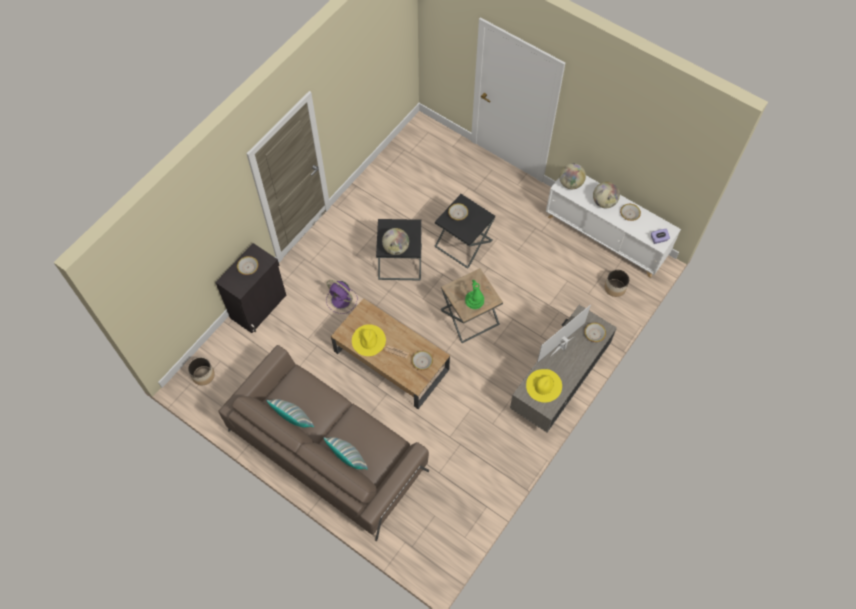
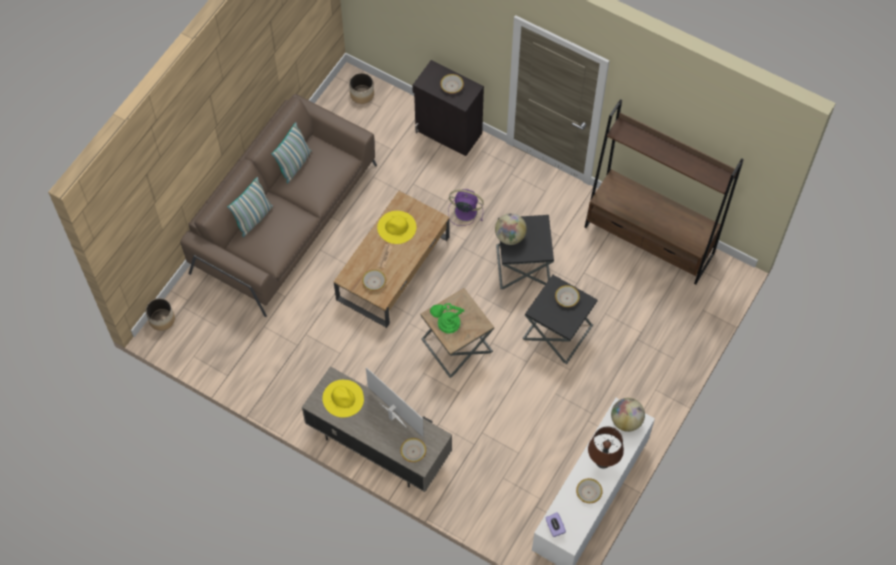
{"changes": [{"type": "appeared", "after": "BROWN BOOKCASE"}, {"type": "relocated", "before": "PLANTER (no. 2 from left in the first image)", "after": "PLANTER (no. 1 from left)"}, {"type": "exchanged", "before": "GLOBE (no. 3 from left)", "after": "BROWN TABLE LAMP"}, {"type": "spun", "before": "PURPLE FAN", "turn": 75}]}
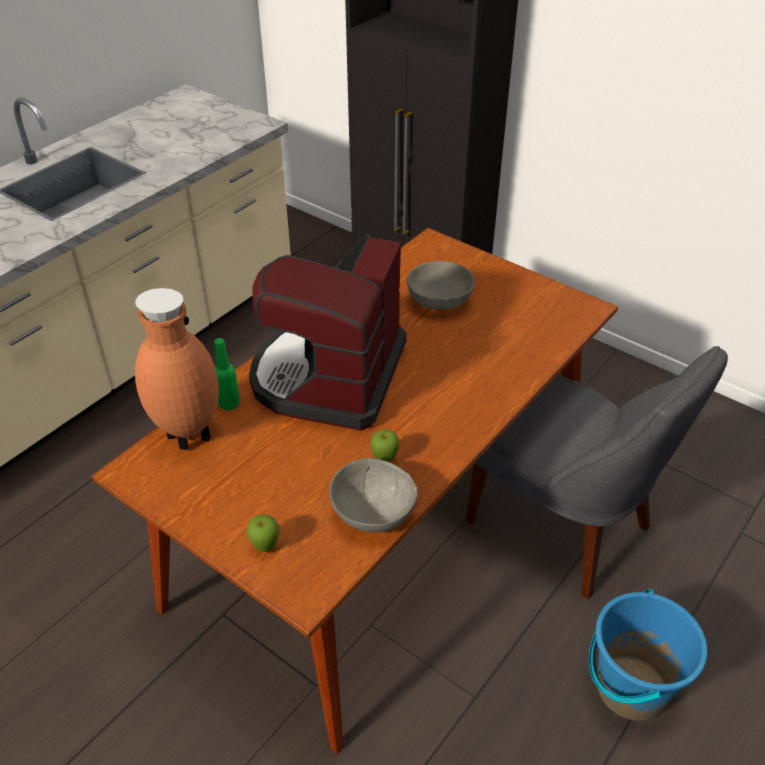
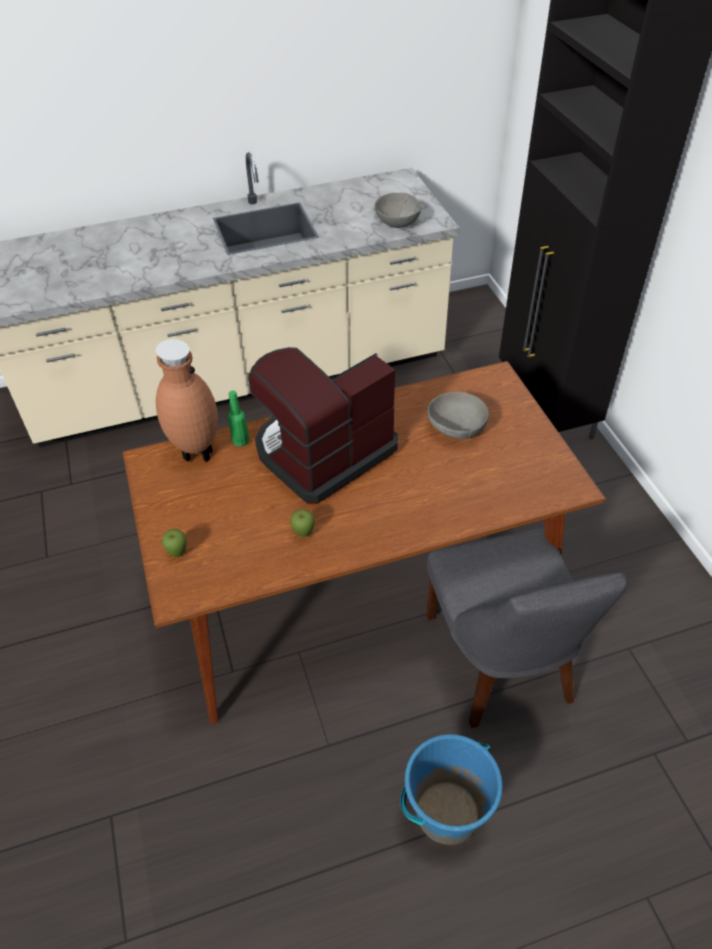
{"changes": [{"type": "relocated", "before": "GREY BOWL (no. 1 from left)"}]}
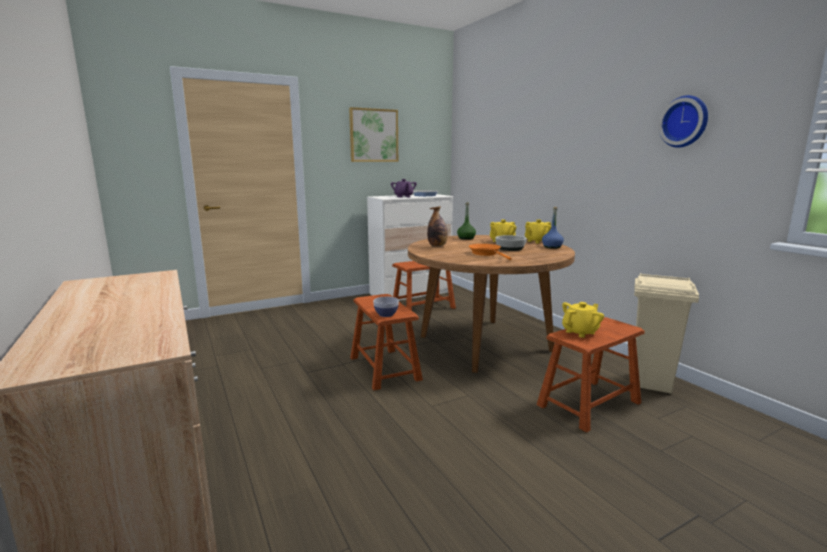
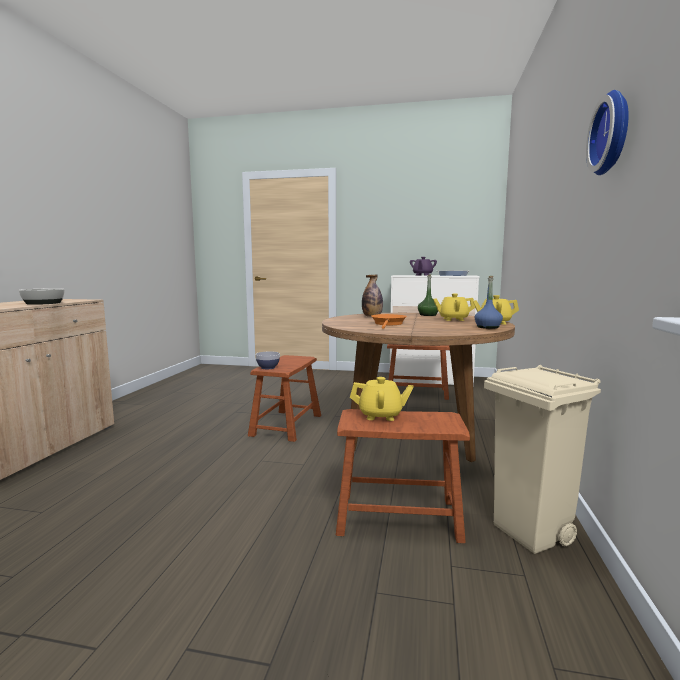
{"changes": [{"type": "missing", "before": "PICTURE"}, {"type": "relocated", "before": "BOWL (no. 2 from left in the first image)", "after": "BOWL (no. 1 from left)"}]}
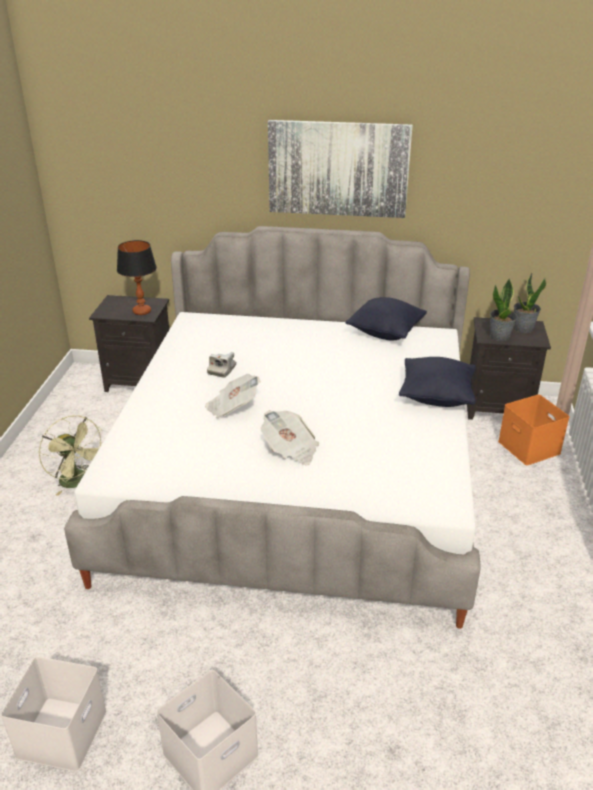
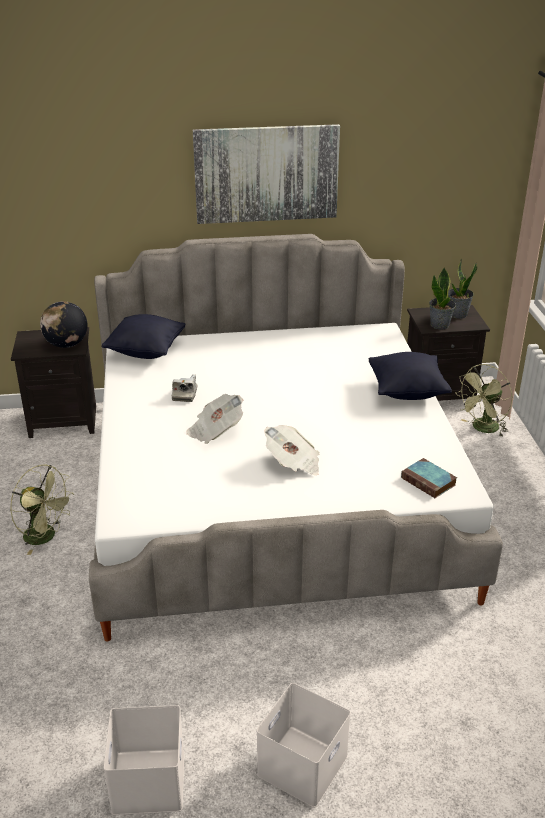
{"changes": [{"type": "appeared", "after": "BOOK"}, {"type": "relocated", "before": "BLACK PILLOW (no. 1 from left)"}, {"type": "exchanged", "before": "TABLE LAMP", "after": "GLOBE"}, {"type": "exchanged", "before": "ORANGE STORAGE BOX", "after": "GREEN FAN (no. 2 from left)"}]}
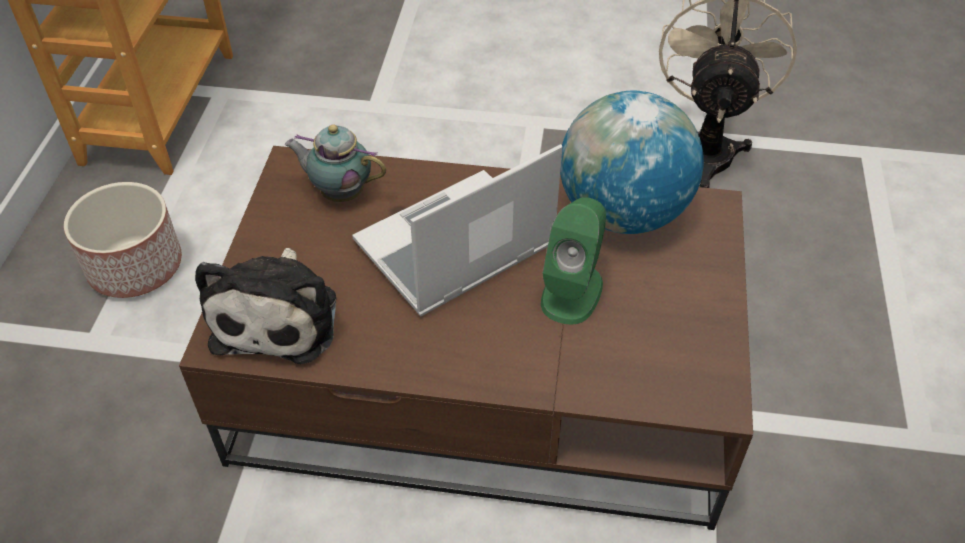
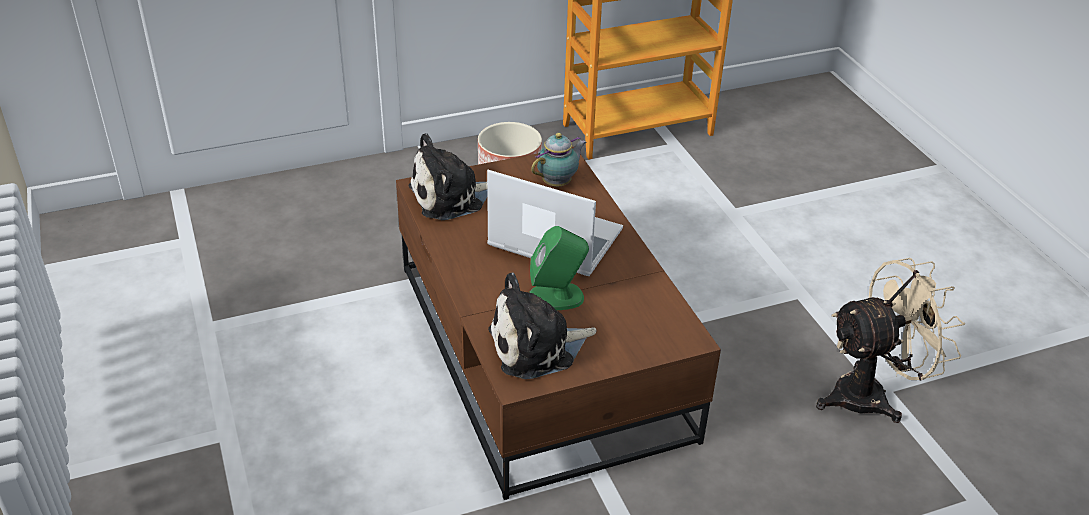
{"changes": [{"type": "missing", "before": "GLOBE"}, {"type": "appeared", "after": "PLUSH TOY (no. 2 from left)"}, {"type": "spun", "before": "TEAPOT", "turn": 60}]}
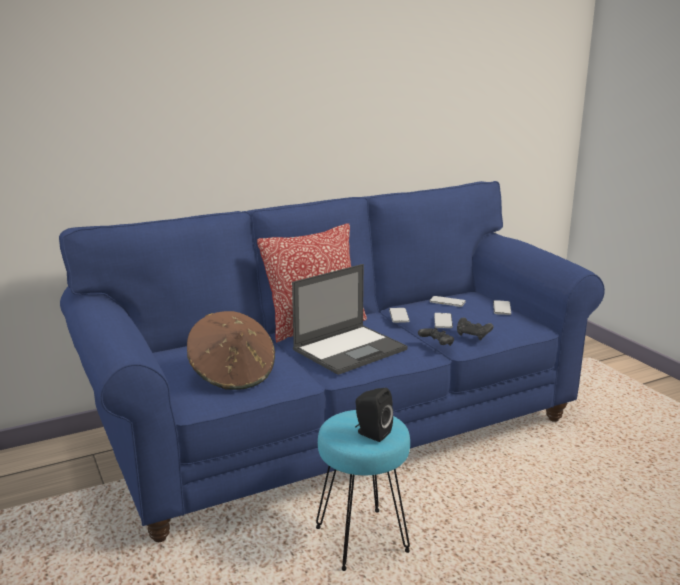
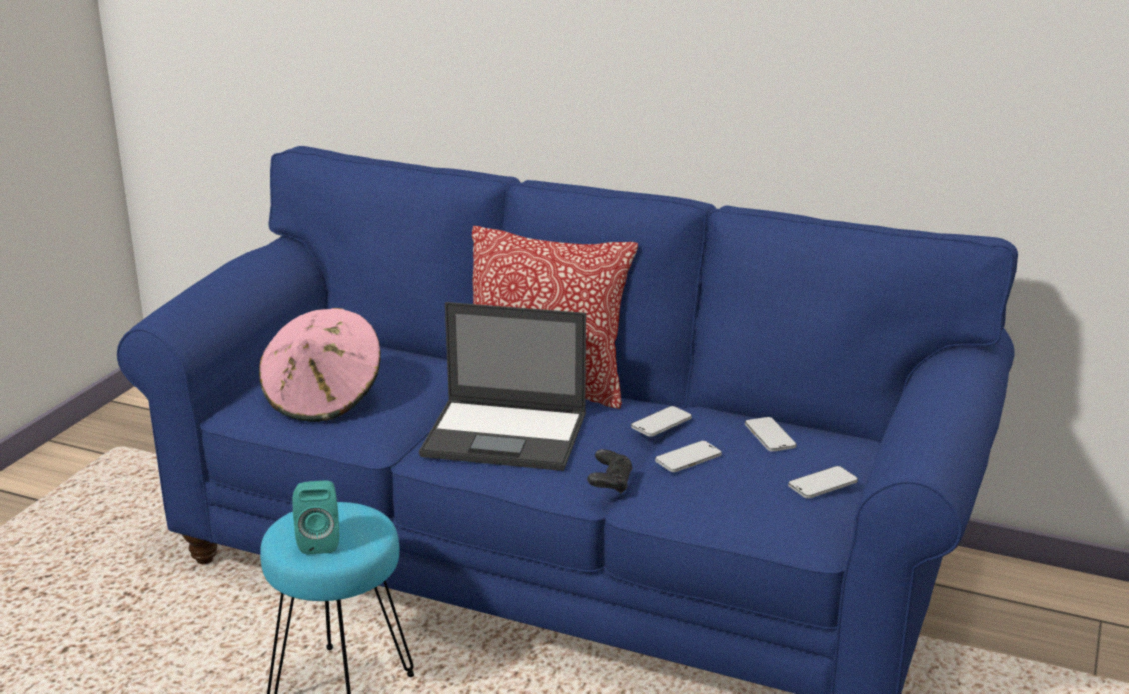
{"changes": [{"type": "missing", "before": "BLACK GAME CONTROLLER (no. 2 from left)"}, {"type": "colour", "before": "BROWN HAT", "after": "PINK HAT"}, {"type": "colour", "before": "BLACK SPEAKER", "after": "TURQUOISE SPEAKER"}]}
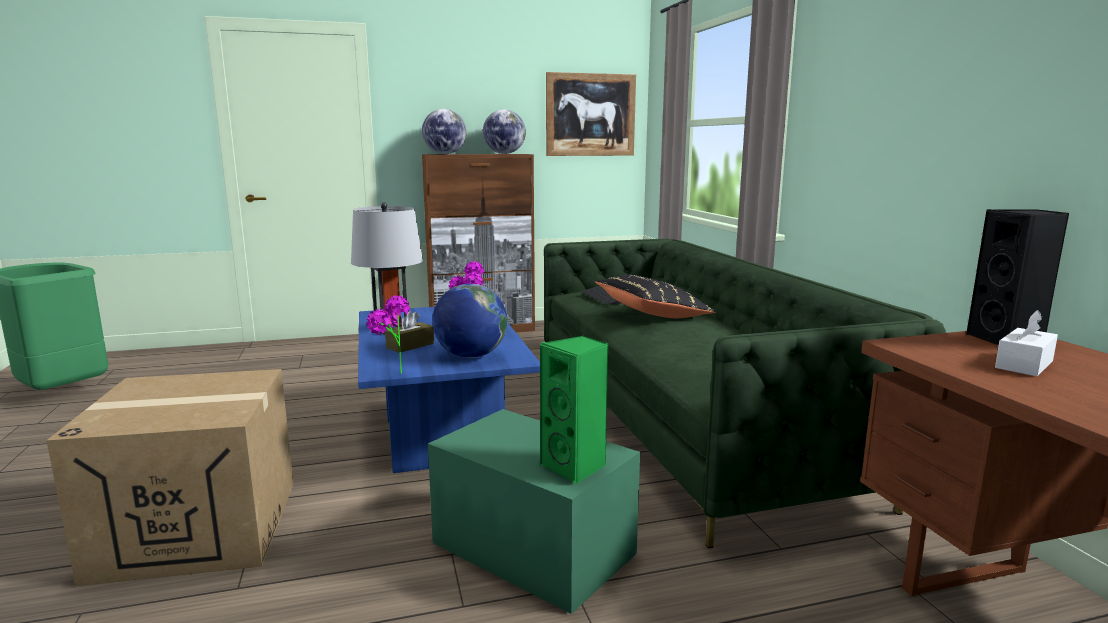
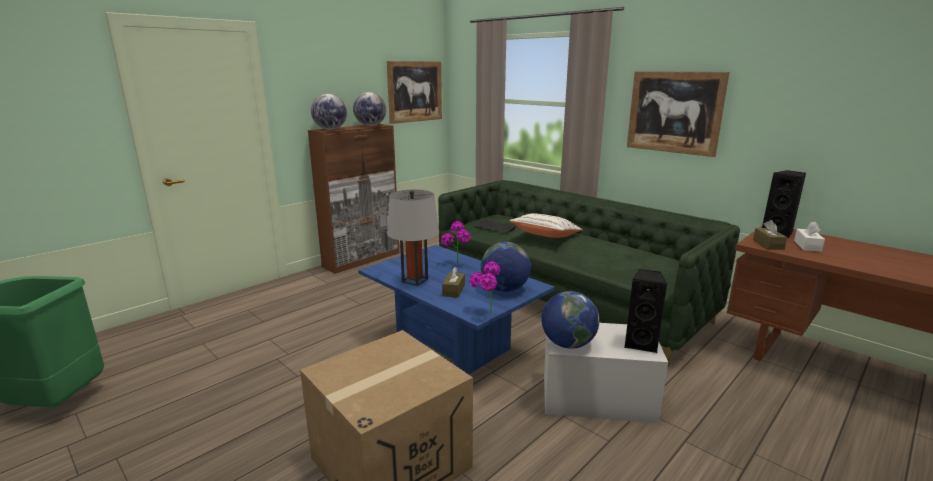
{"changes": [{"type": "appeared", "after": "GLOBE (no. 4 from left)"}, {"type": "appeared", "after": "PICTURE (no. 2 from left)"}, {"type": "appeared", "after": "BROWN TISSUE BOX (no. 2 from left)"}, {"type": "colour", "before": "GREEN STORAGE BOX", "after": "WHITE STORAGE BOX"}, {"type": "colour", "before": "GREEN SPEAKER", "after": "BLACK SPEAKER (no. 1 from left)"}, {"type": "colour", "before": "BLACK PILLOW", "after": "WHITE PILLOW"}]}
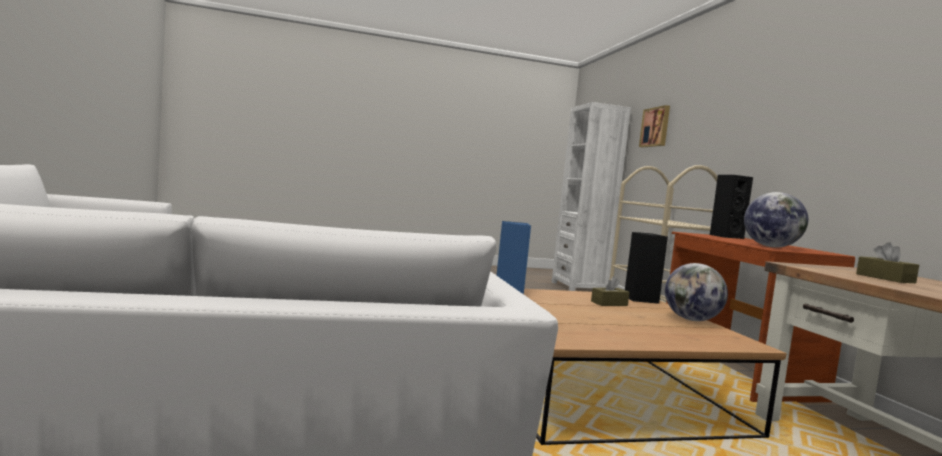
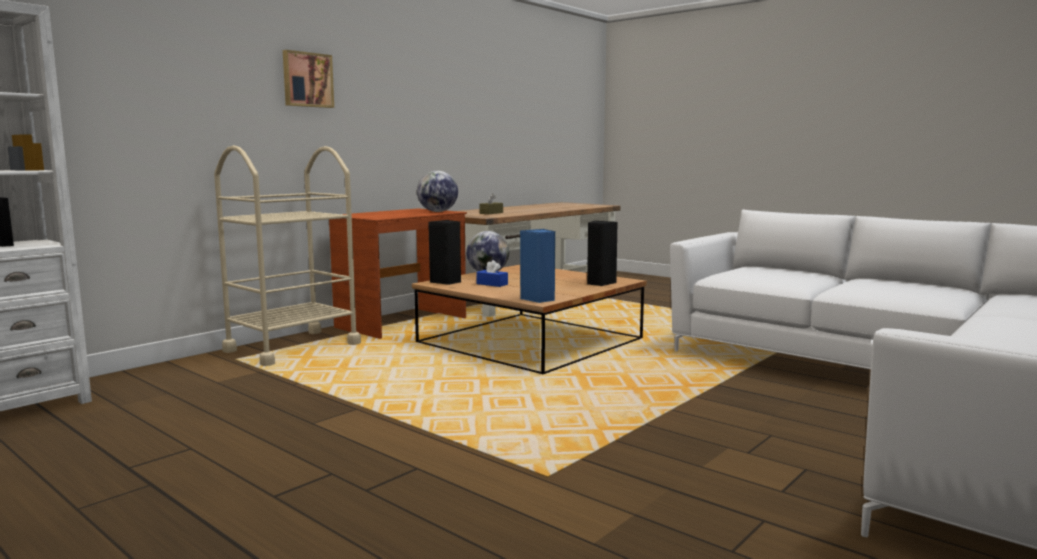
{"changes": [{"type": "relocated", "before": "PICTURE"}, {"type": "relocated", "before": "BLACK SPEAKER (no. 2 from left)"}, {"type": "colour", "before": "BROWN TISSUE BOX (no. 1 from left)", "after": "BLUE TISSUE BOX"}]}
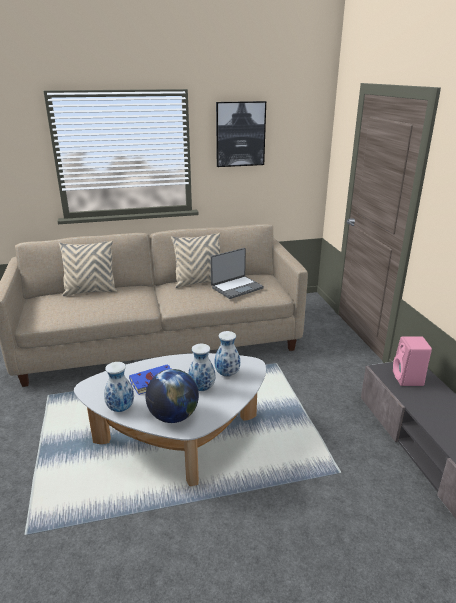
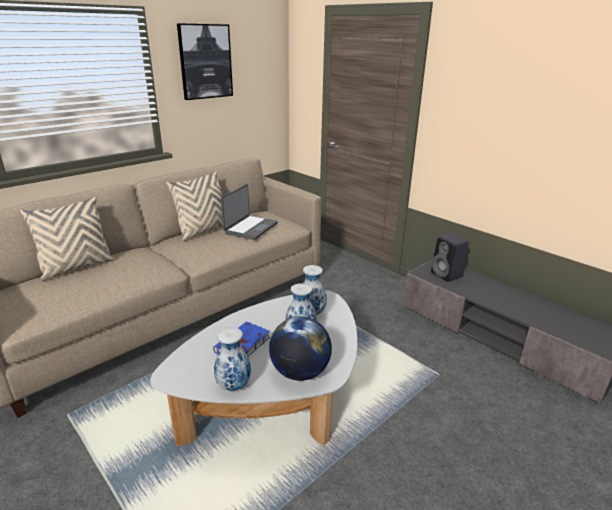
{"changes": [{"type": "colour", "before": "PINK SPEAKER", "after": "BLACK SPEAKER"}]}
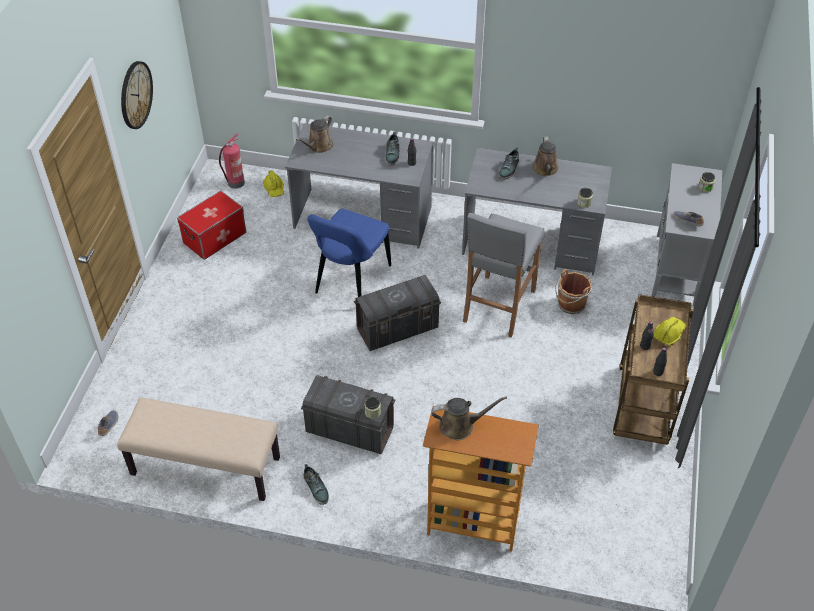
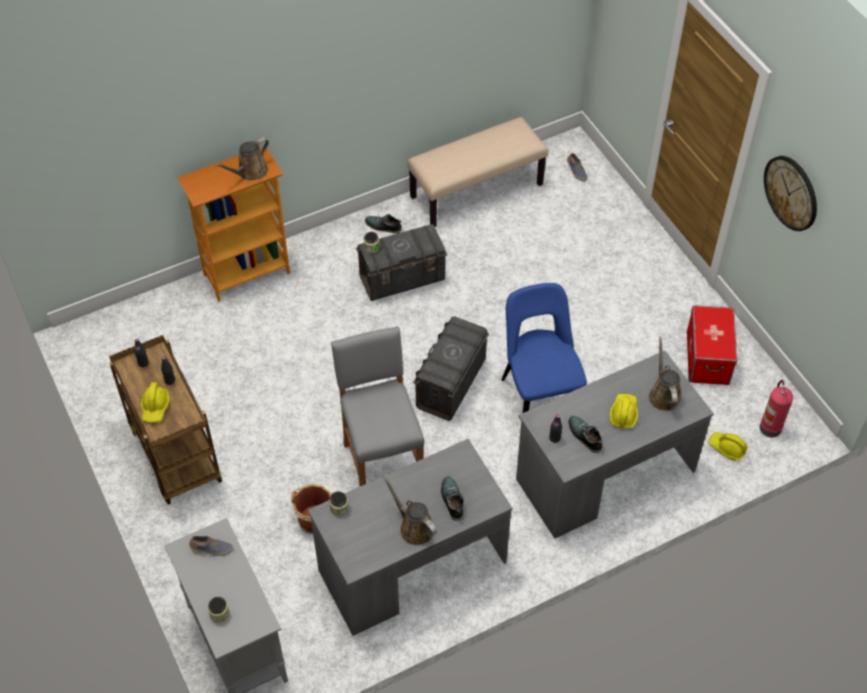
{"changes": [{"type": "appeared", "after": "YELLOW HARD HAT (no. 2 from left)"}]}
